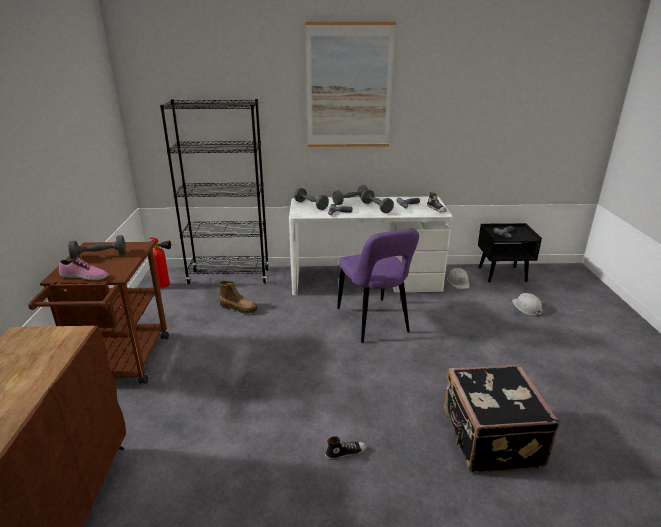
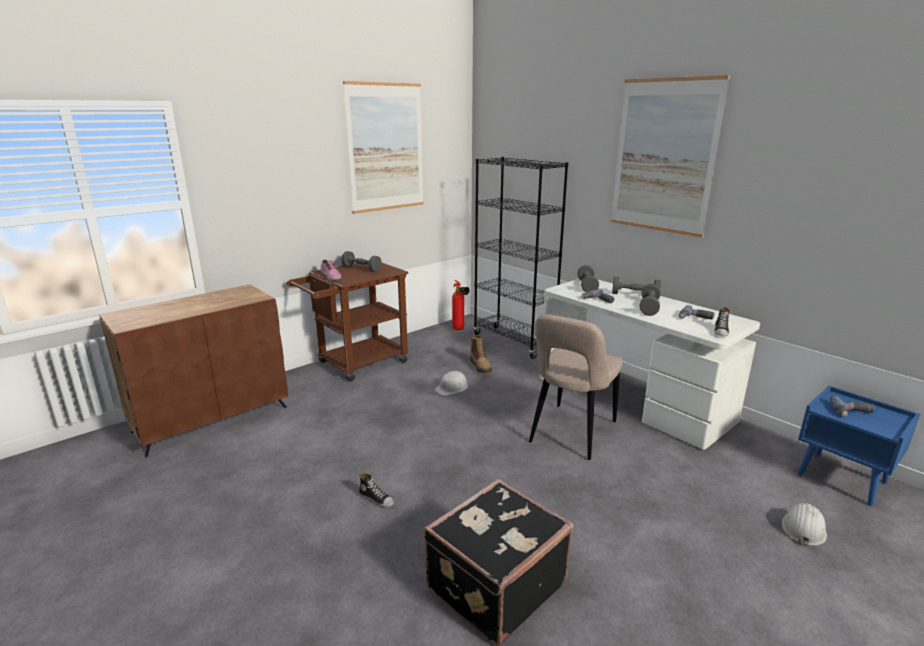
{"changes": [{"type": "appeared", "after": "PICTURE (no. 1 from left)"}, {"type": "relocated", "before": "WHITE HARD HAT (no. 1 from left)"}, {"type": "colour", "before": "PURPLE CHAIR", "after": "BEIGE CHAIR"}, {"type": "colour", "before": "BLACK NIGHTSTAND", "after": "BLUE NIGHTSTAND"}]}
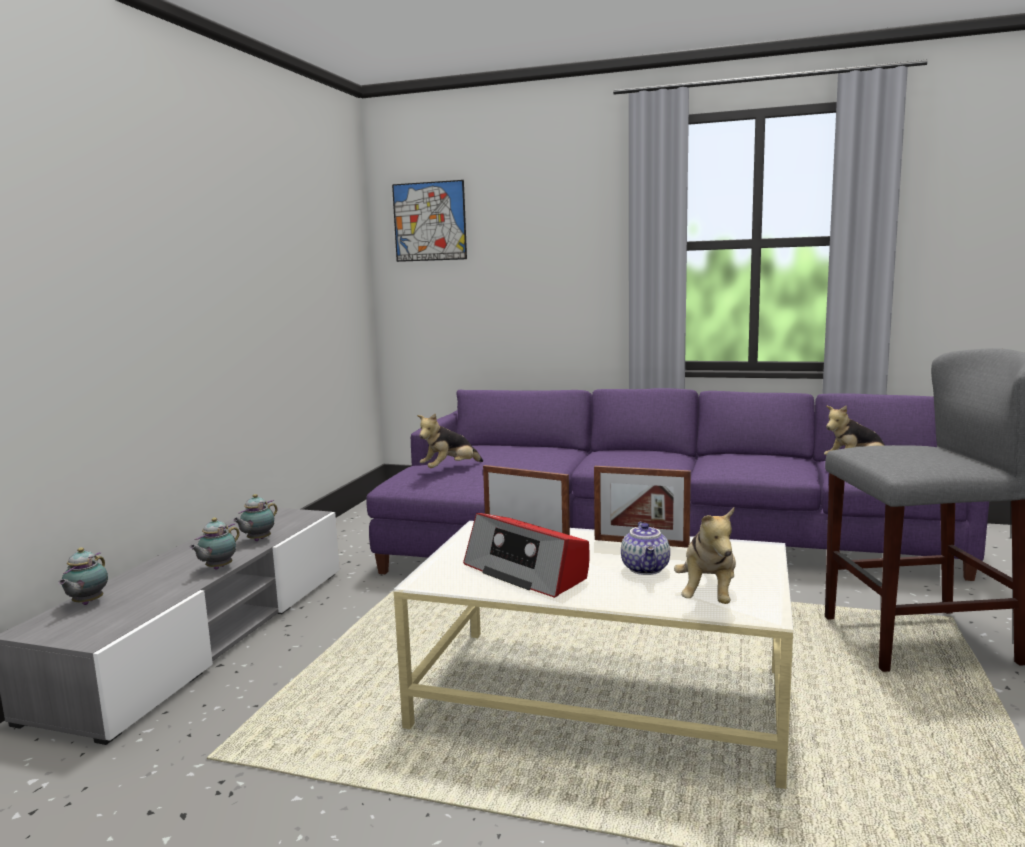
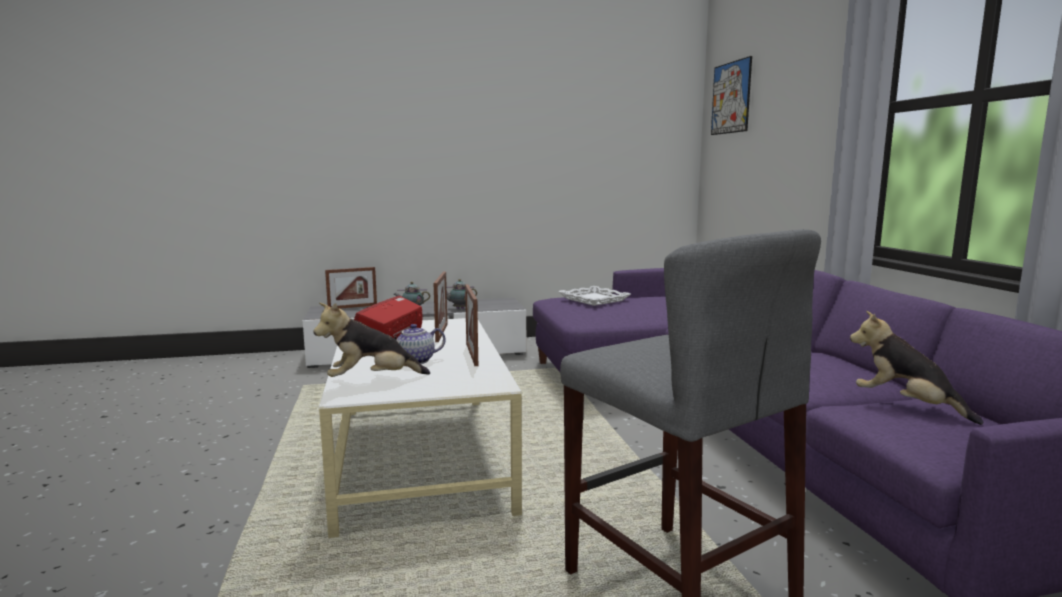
{"changes": [{"type": "exchanged", "before": "TEAPOT (no. 1 from left)", "after": "PICTURE FRAME (no. 1 from left)"}, {"type": "exchanged", "before": "PLUSH TOY (no. 1 from left)", "after": "WHITE TRAY"}]}
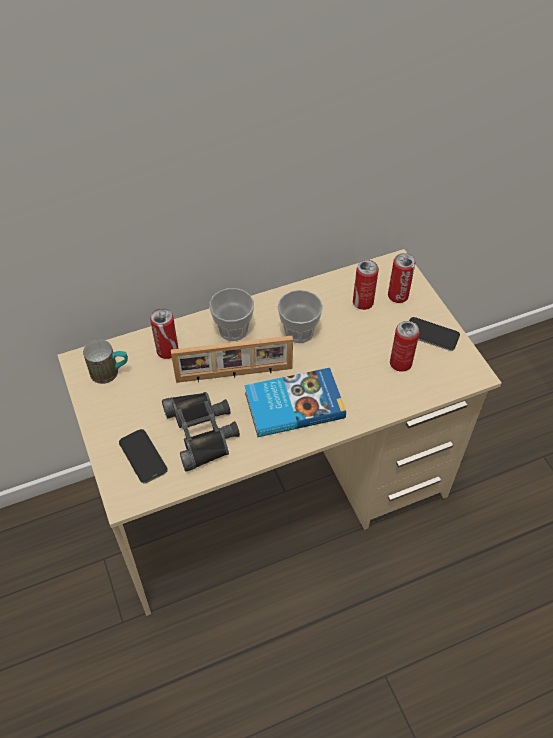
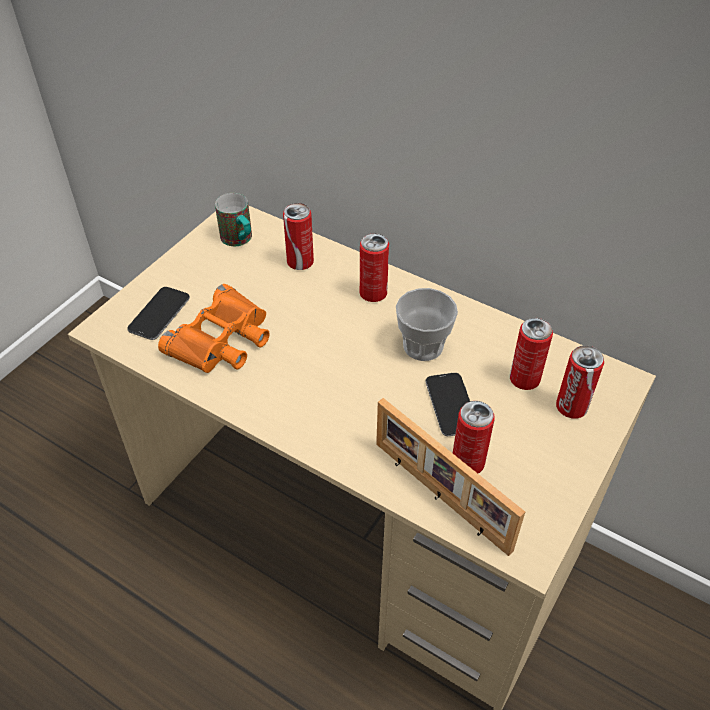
{"changes": [{"type": "missing", "before": "BOOK"}, {"type": "relocated", "before": "PICTURE FRAME"}, {"type": "relocated", "before": "PHONE (no. 2 from left)"}, {"type": "exchanged", "before": "CUP (no. 1 from left)", "after": "CAN (no. 2 from left)"}, {"type": "colour", "before": "BLACK BINOCULARS", "after": "ORANGE BINOCULARS"}]}
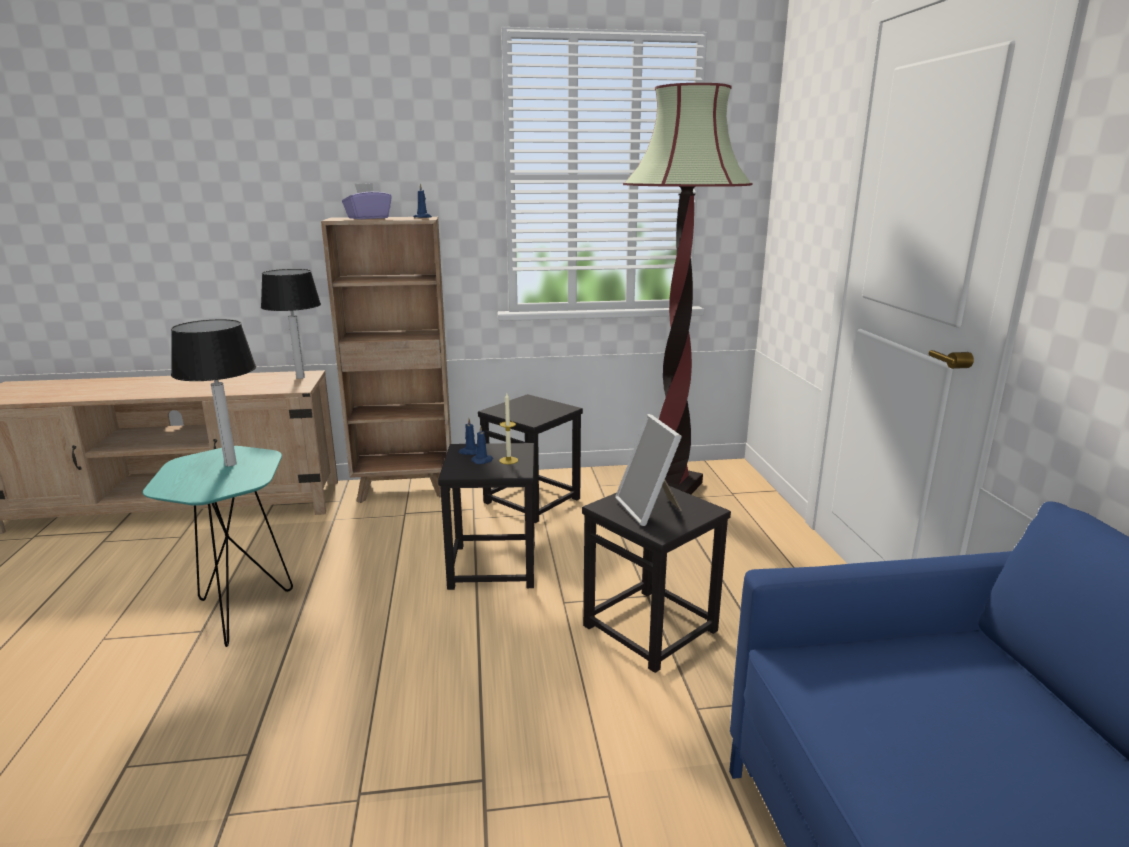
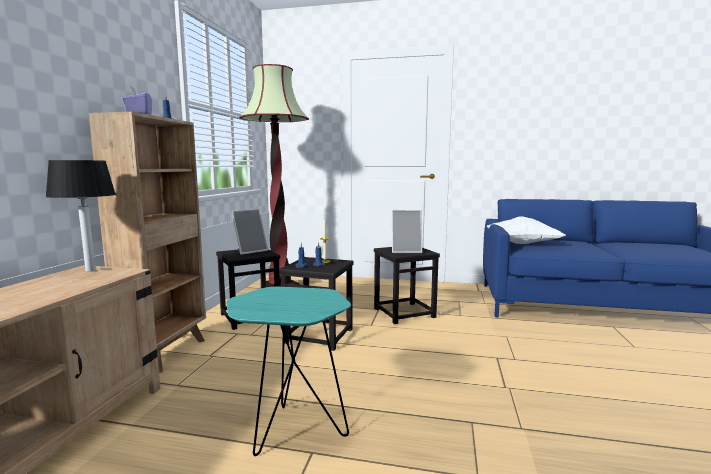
{"changes": [{"type": "missing", "before": "TABLE LAMP (no. 1 from left)"}, {"type": "appeared", "after": "PICTURE FRAME (no. 1 from left)"}, {"type": "appeared", "after": "WHITE PILLOW"}]}
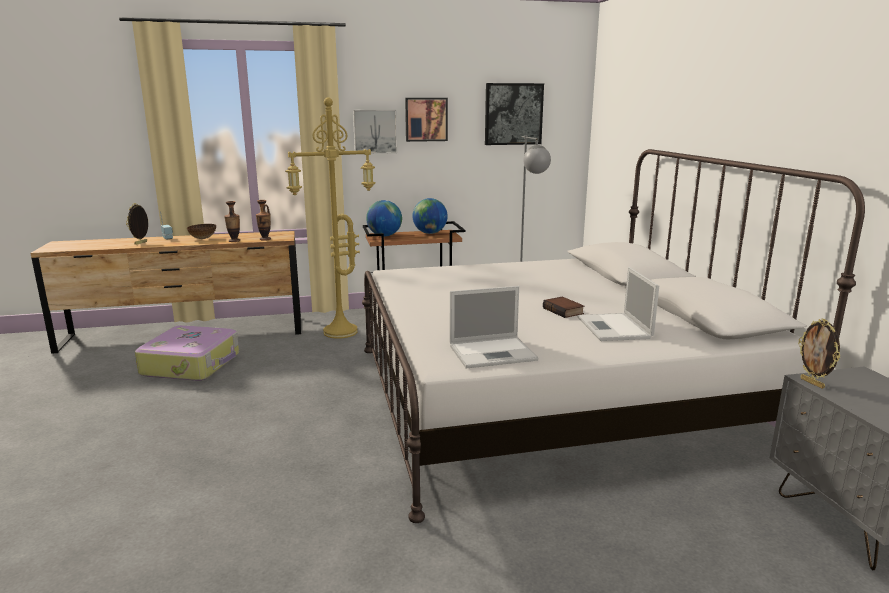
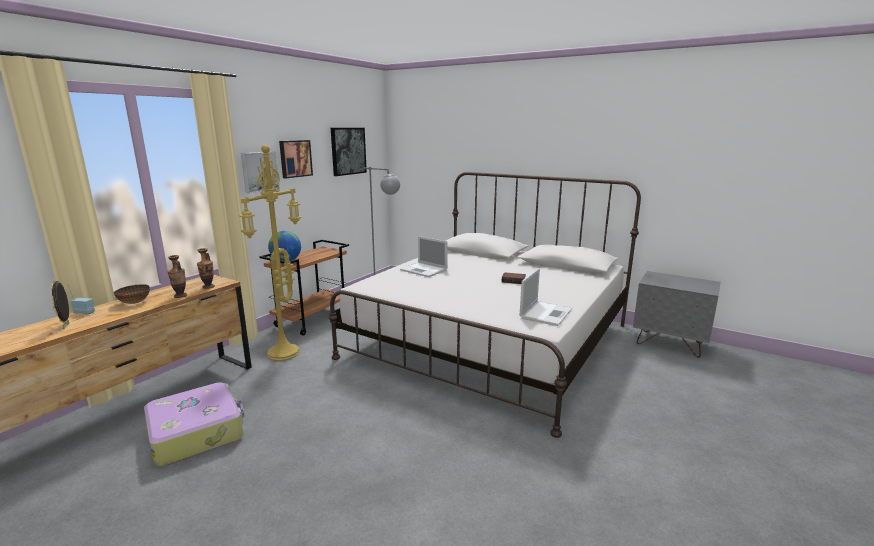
{"changes": [{"type": "missing", "before": "GLOBE (no. 2 from left)"}, {"type": "missing", "before": "PICTURE FRAME (no. 2 from left)"}, {"type": "relocated", "before": "LAPTOP (no. 2 from left in the first image)", "after": "LAPTOP (no. 1 from left)"}]}
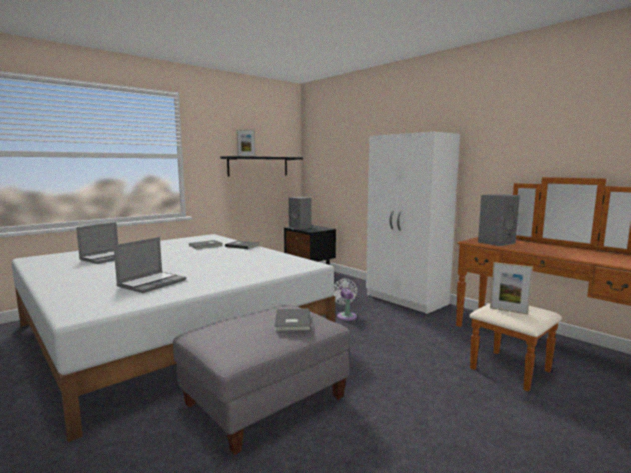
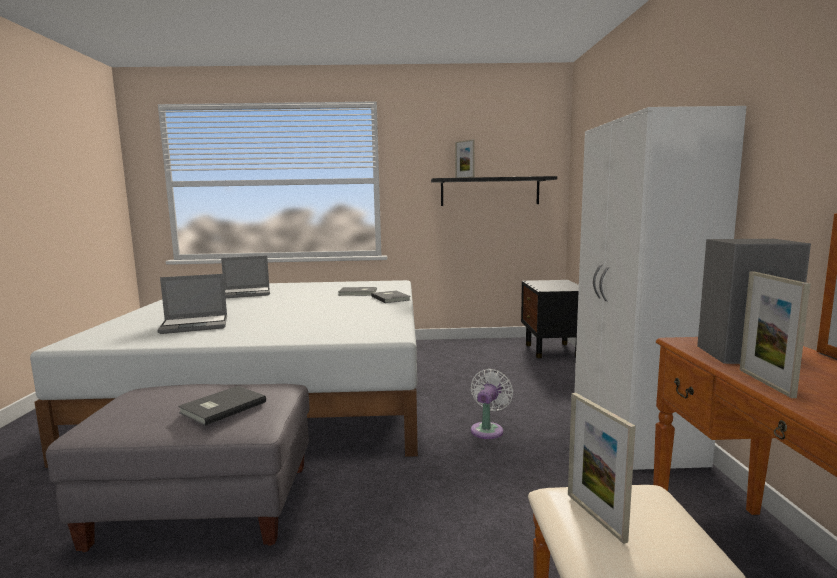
{"changes": [{"type": "missing", "before": "GREY SPEAKER (no. 1 from left)"}, {"type": "appeared", "after": "PICTURE FRAME (no. 3 from left)"}]}
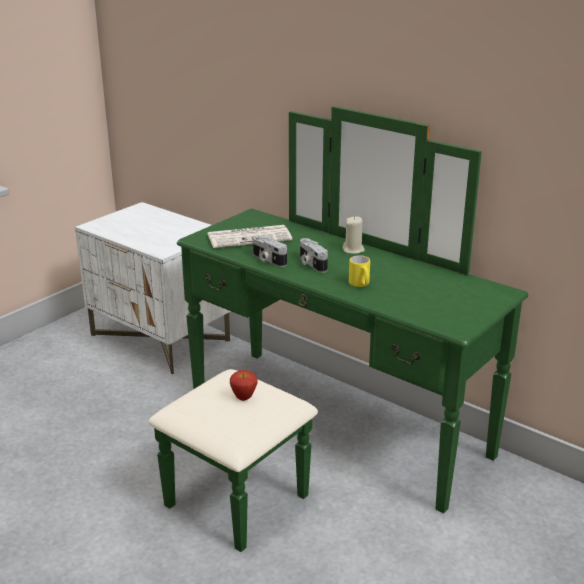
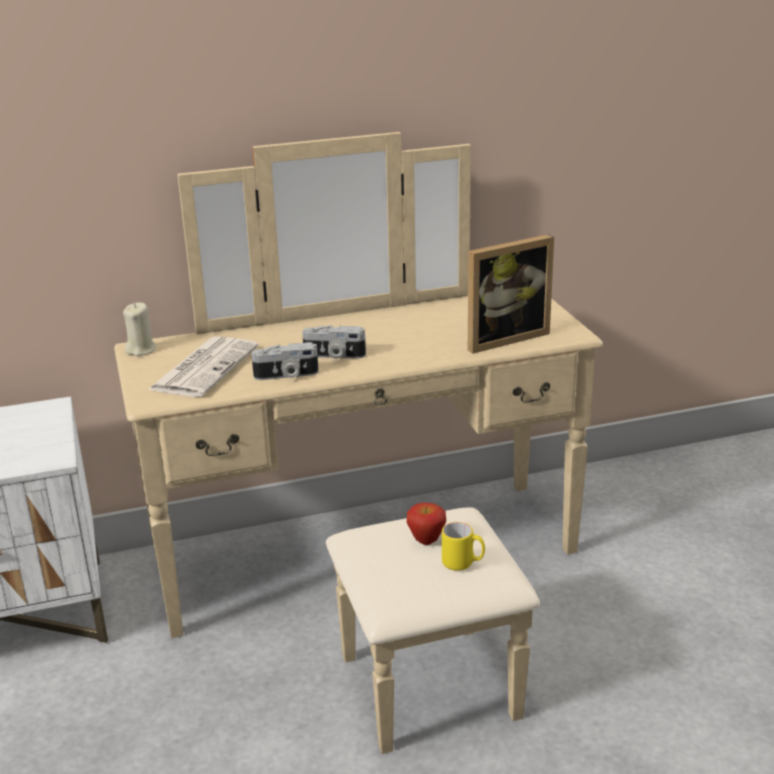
{"changes": [{"type": "appeared", "after": "PICTURE FRAME"}, {"type": "relocated", "before": "BEIGE CANDLE"}, {"type": "relocated", "before": "YELLOW MUG"}, {"type": "colour", "before": "GREEN DRESSER", "after": "BEIGE DRESSER"}]}
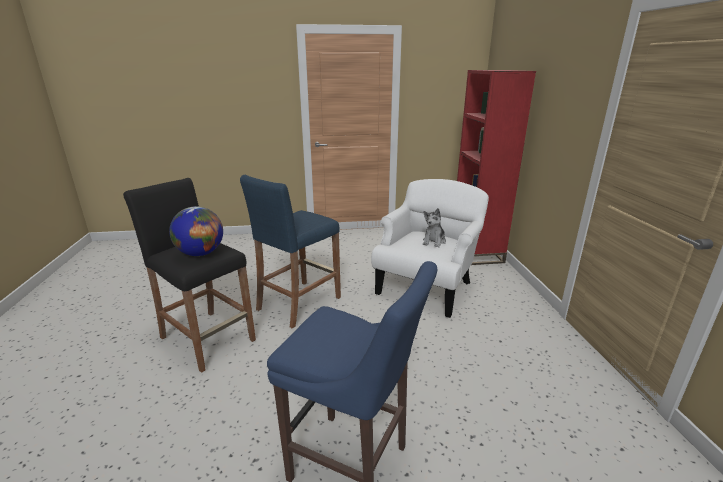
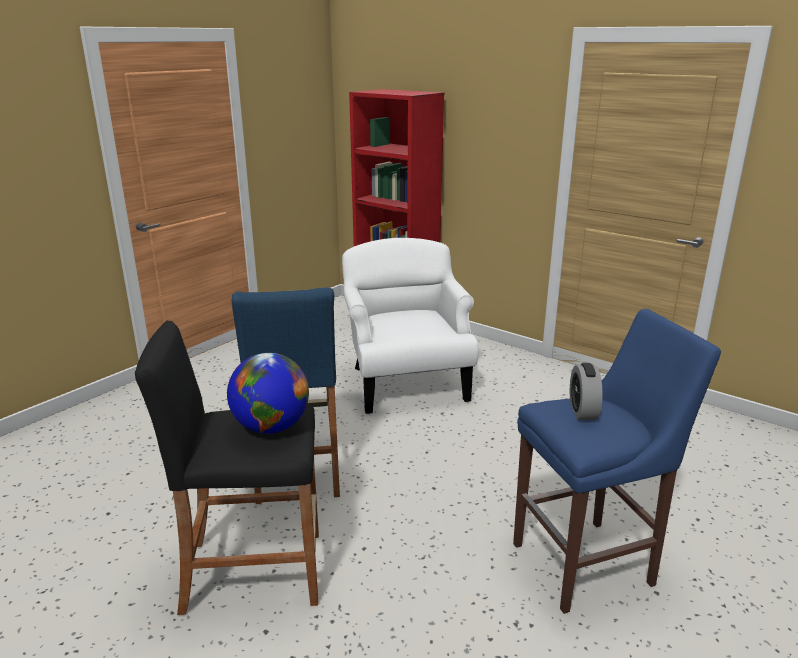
{"changes": [{"type": "missing", "before": "PLUSH TOY"}, {"type": "appeared", "after": "ALARM CLOCK"}]}
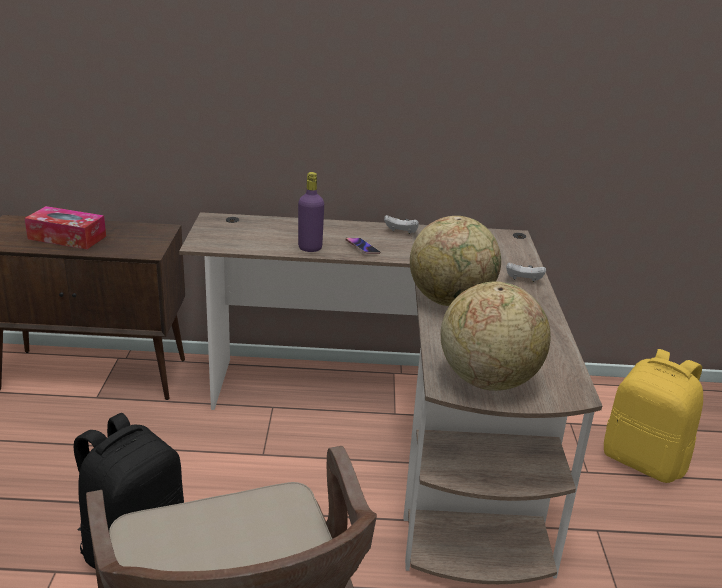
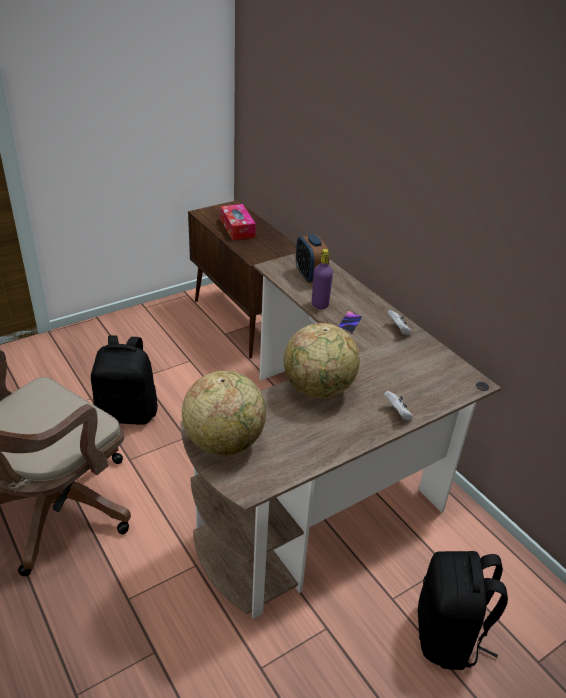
{"changes": [{"type": "appeared", "after": "ALARM CLOCK"}, {"type": "colour", "before": "YELLOW BACKPACK", "after": "BLACK BACKPACK (no. 2 from left)"}]}
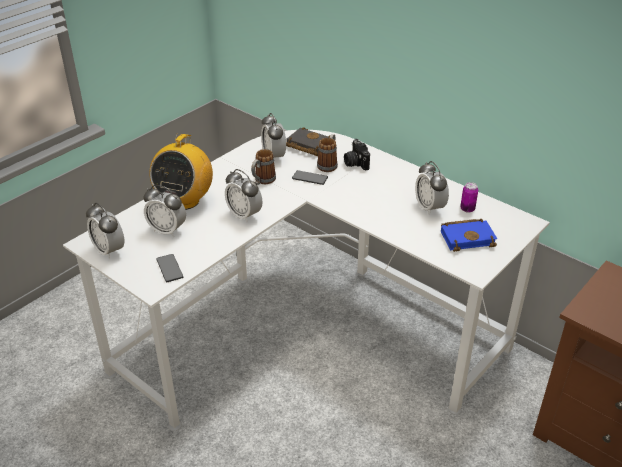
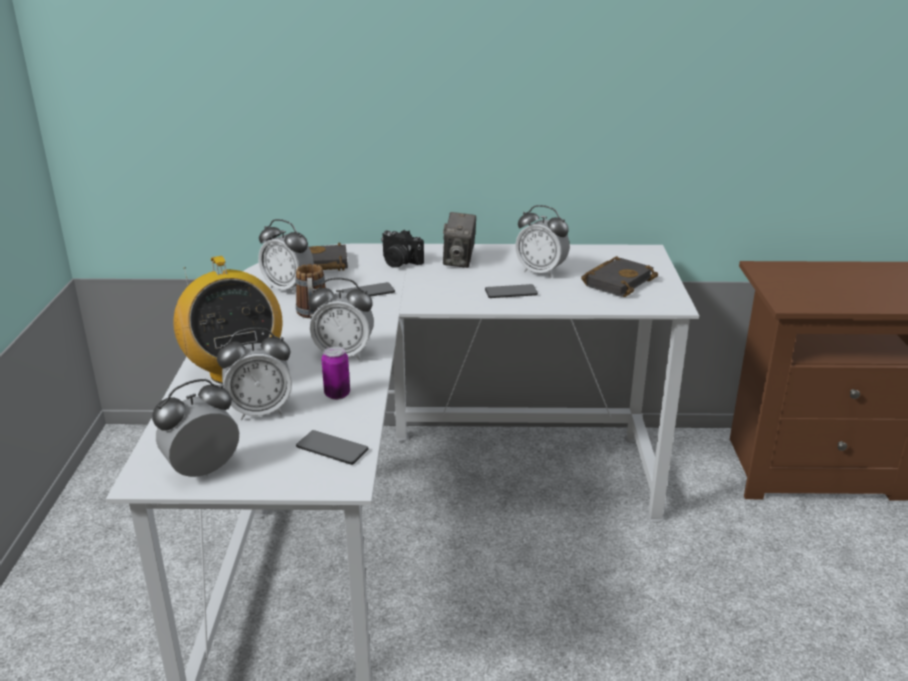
{"changes": [{"type": "missing", "before": "MUG (no. 2 from left)"}, {"type": "appeared", "after": "PHOTO CAMERA (no. 2 from left)"}, {"type": "appeared", "after": "PHONE (no. 3 from left)"}, {"type": "relocated", "before": "CAN"}, {"type": "colour", "before": "BLUE BOOK", "after": "BLACK BOOK (no. 2 from left)"}, {"type": "spun", "before": "ALARM CLOCK (no. 1 from left)", "turn": 135}]}
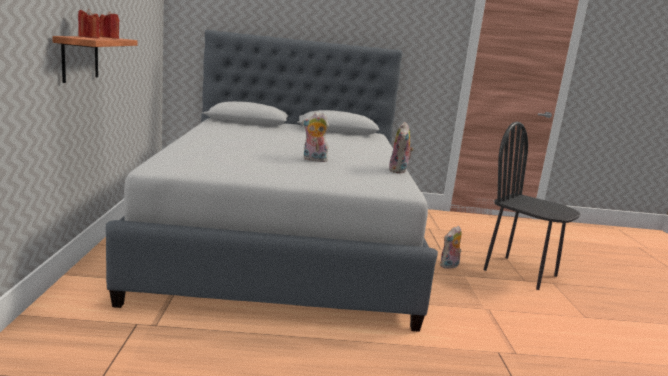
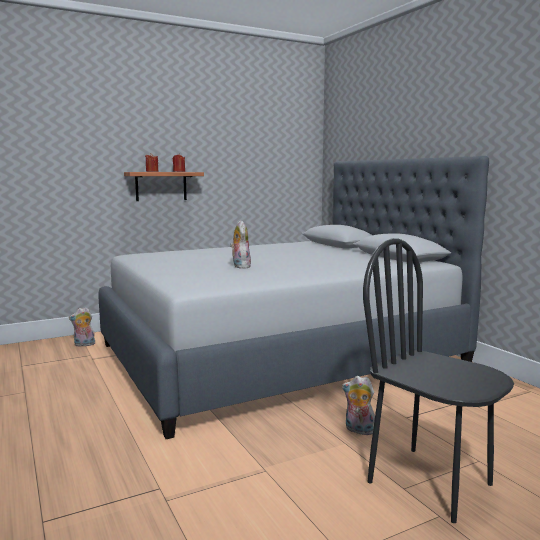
{"changes": [{"type": "relocated", "before": "PLUSH TOY (no. 2 from left in the first image)", "after": "PLUSH TOY (no. 1 from left)"}, {"type": "spun", "before": "BLACK CHAIR", "turn": -60}]}
